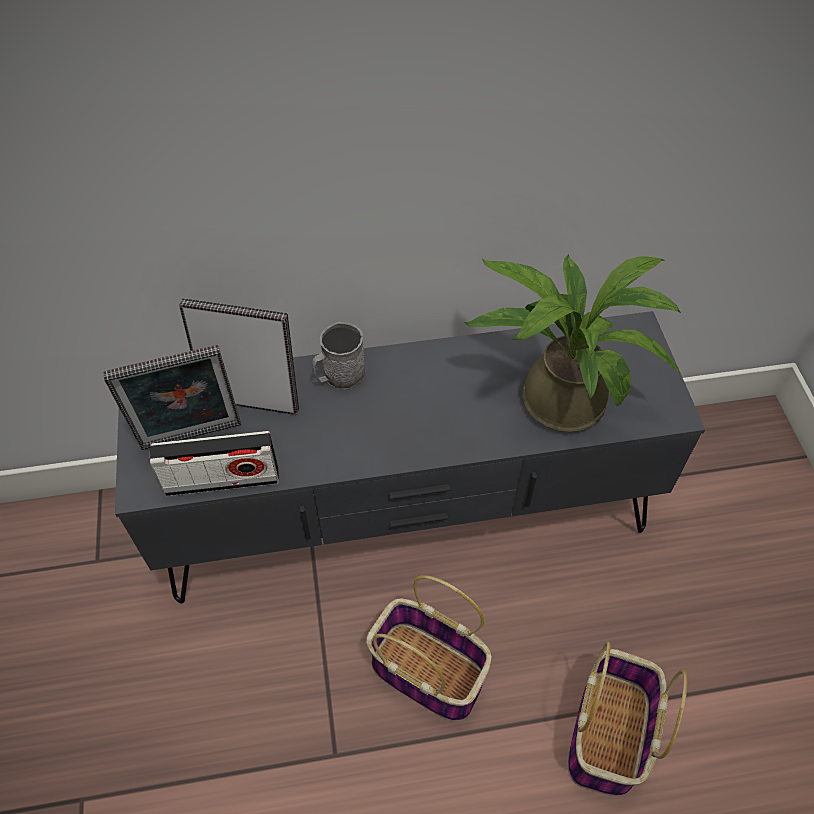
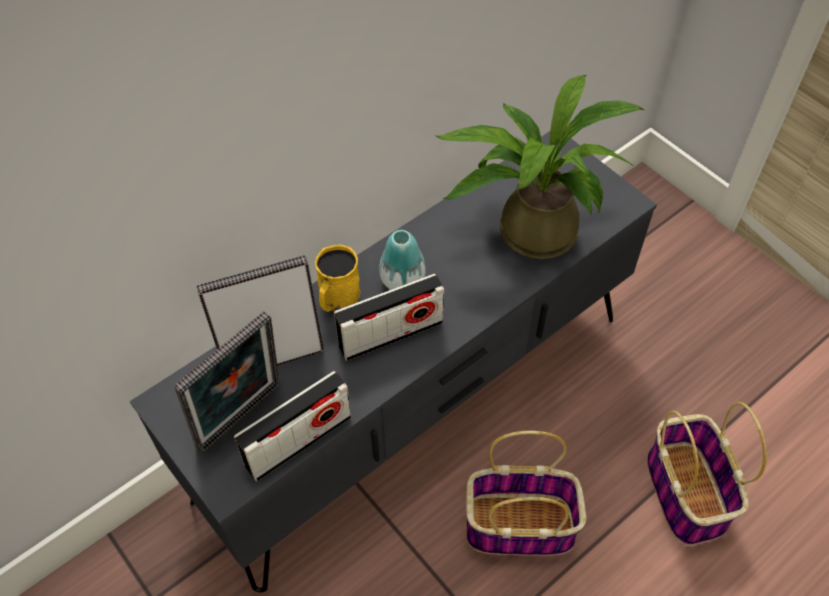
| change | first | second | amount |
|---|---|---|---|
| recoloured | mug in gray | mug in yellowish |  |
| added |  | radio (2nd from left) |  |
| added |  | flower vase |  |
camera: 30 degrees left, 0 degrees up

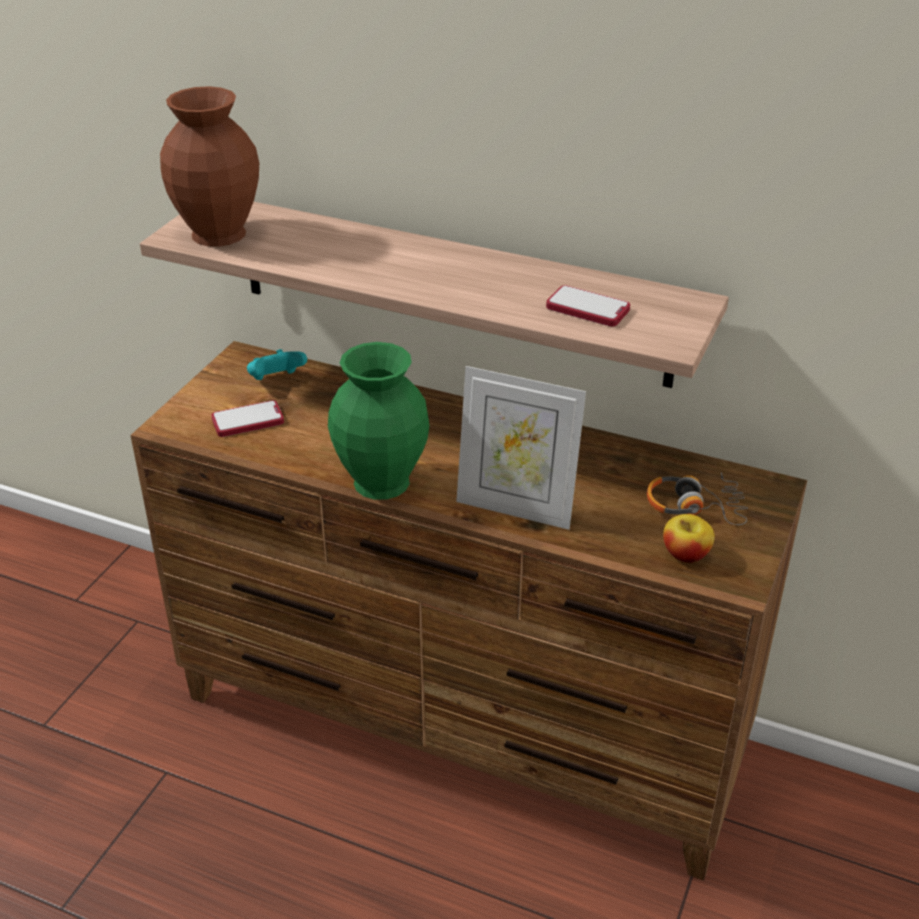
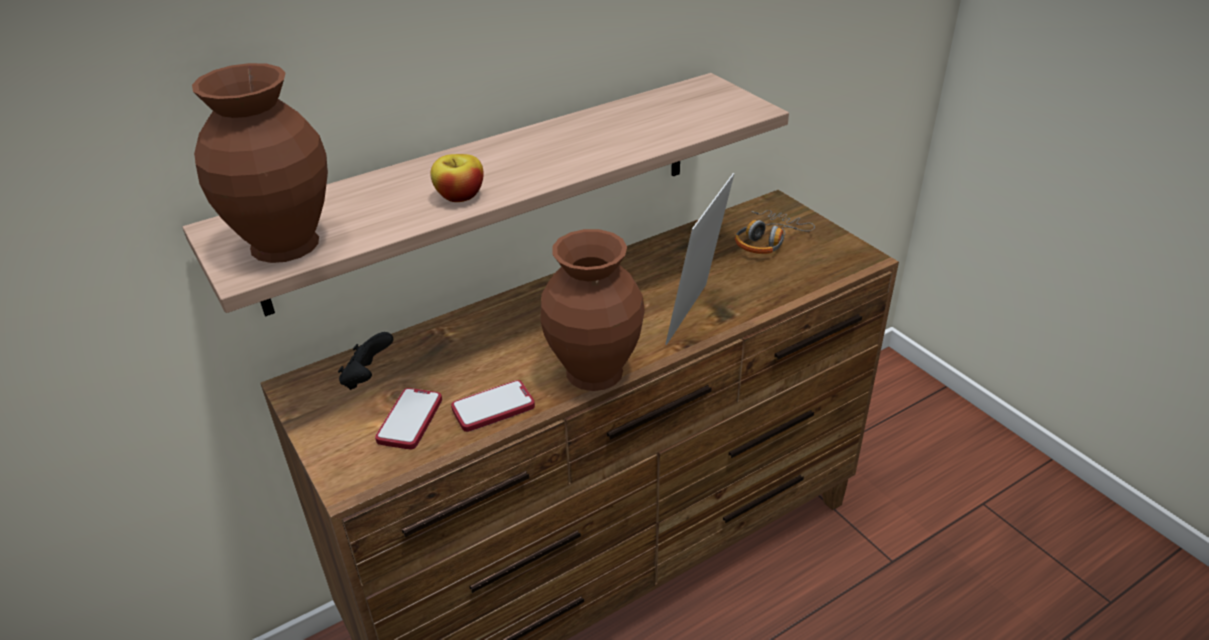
| change | first | second | amount |
|---|---|---|---|
| recoloured | gamepad in turquoise | gamepad in black-coloured |  |
| moved | apple fruit |  |  |
| moved | phone (2nd from left) |  |  |
| recoloured | flower vase in greenish | flower vase in brownish (2nd from left) |  |
| turned | photo frame |  | 150 degrees clockwise |
camera: 55 degrees left, 0 degrees up

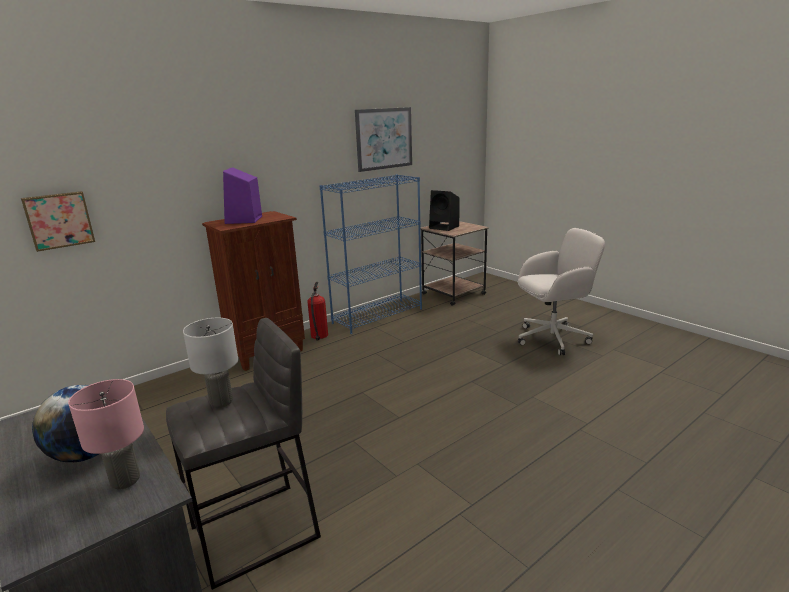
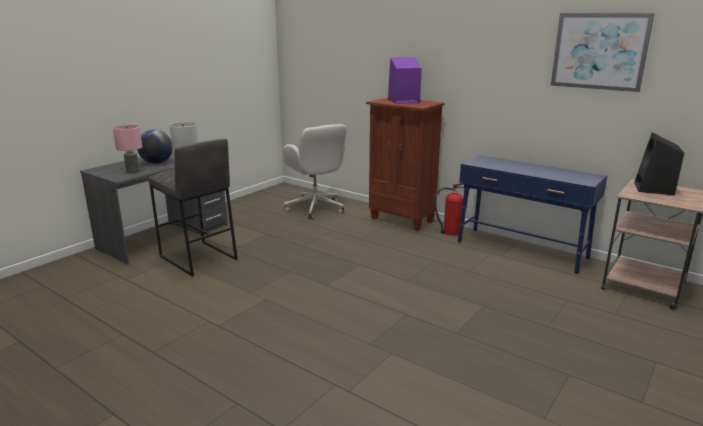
| change | first | second | amount |
|---|---|---|---|
| moved | computer chair in whitish |  |  |
| replaced | shelving unit in blue-coloured | hall table in blue-coloured |  |
| removed | picture (1st from left) |  |  |
camera: 75 degrees right, 0 degrees up

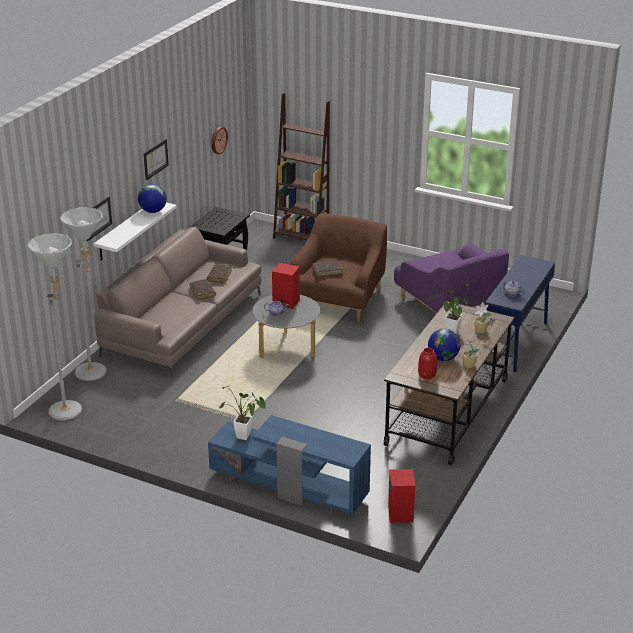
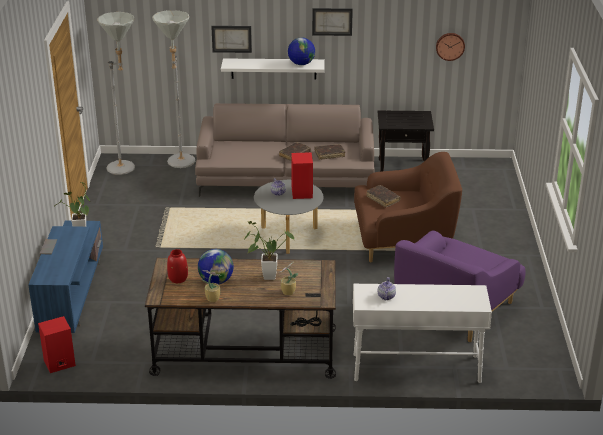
| change | first | second | amount |
|---|---|---|---|
| recoloured | hall table in blue-coloured | hall table in whitish |  |
| removed | shelving unit in brownish |  |  |
camera: 65 degrees right, 0 degrees up

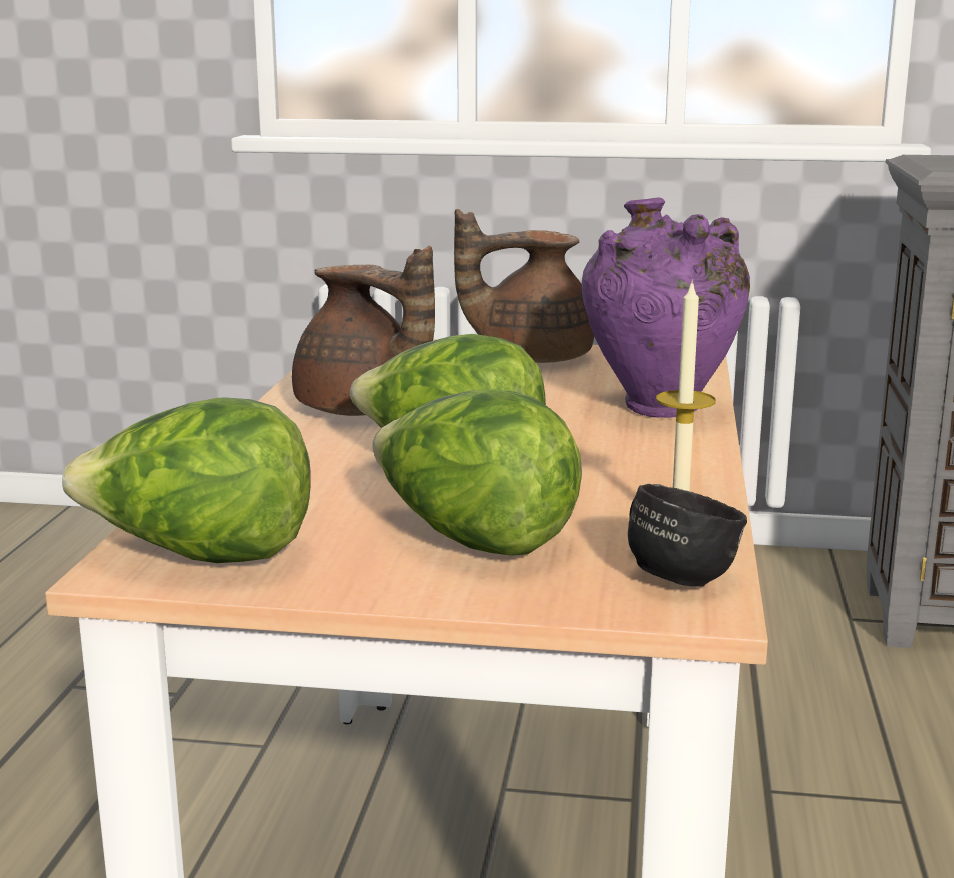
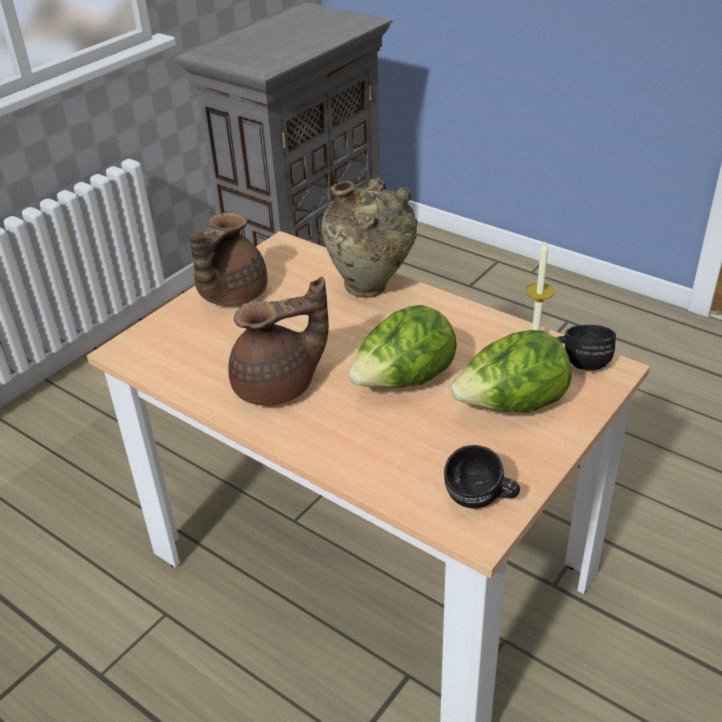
| change | first | second | amount |
|---|---|---|---|
| recoloured | flower vase in purple | flower vase in beige-coloured |  |
| replaced | head of lettuce (1st from left) | mug in black-coloured (1st from left) |  |
camera: 60 degrees left, 20 degrees up

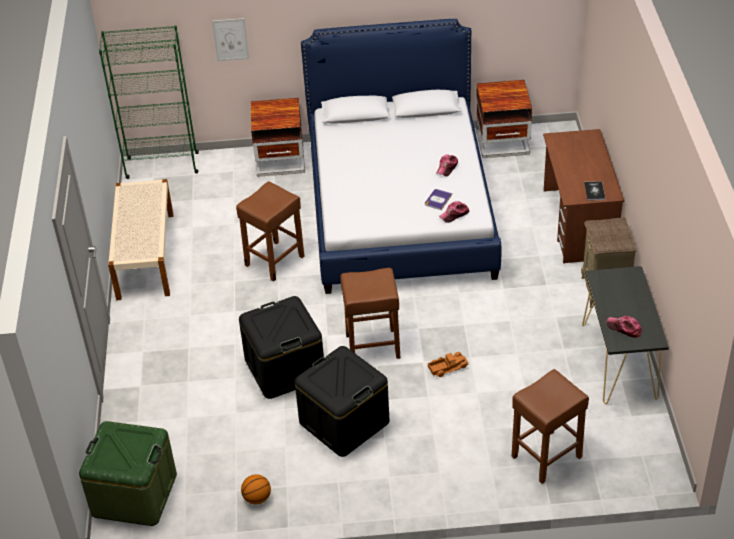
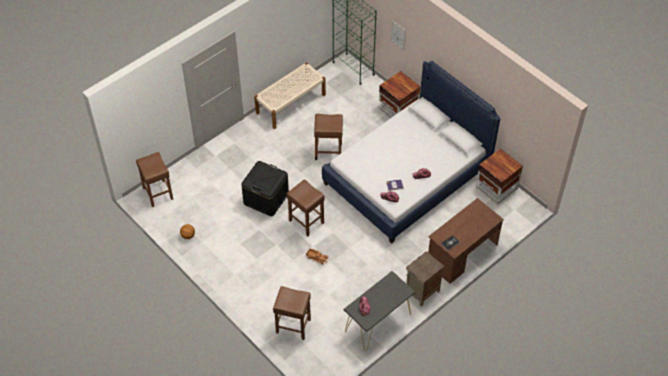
| change | first | second | amount |
|---|---|---|---|
| replaced | storage bin in greenish | sitting stool in brownish (1st from left) |  |
| removed | storage bin in black-coloured (2nd from left) |  |  |
camera: 50 degrees right, 10 degrees up

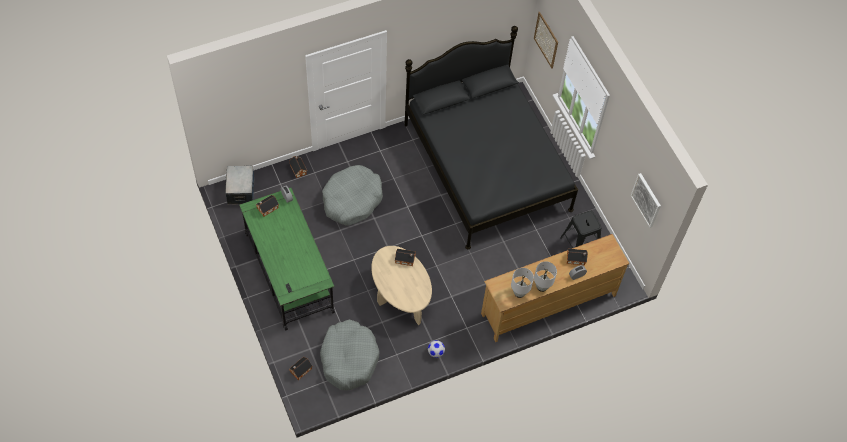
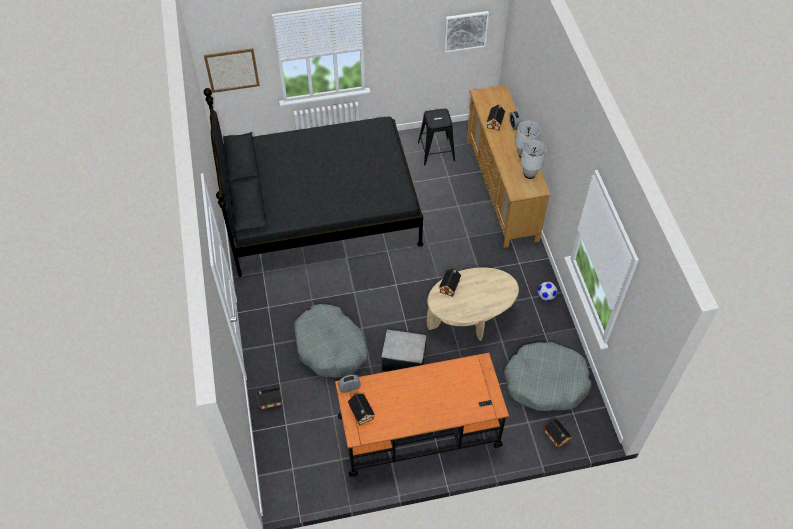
| change | first | second | amount |
|---|---|---|---|
| recoloured | desk table in greenish | desk table in orange-coloured |  |
| moved | storage bin |  |  |
camera: 75 degrees left, 5 degrees down

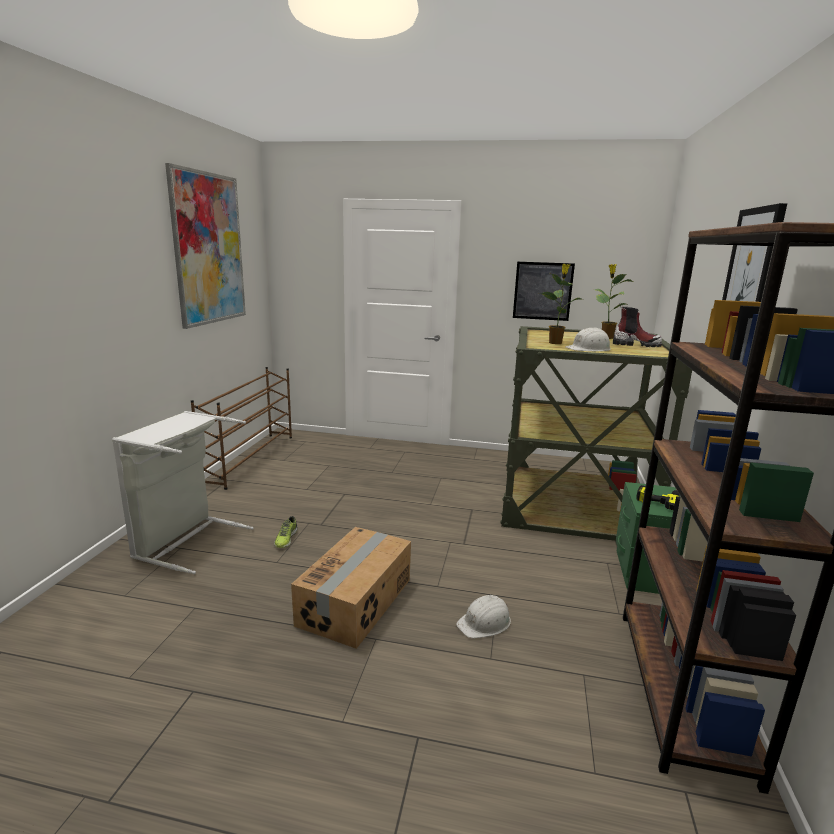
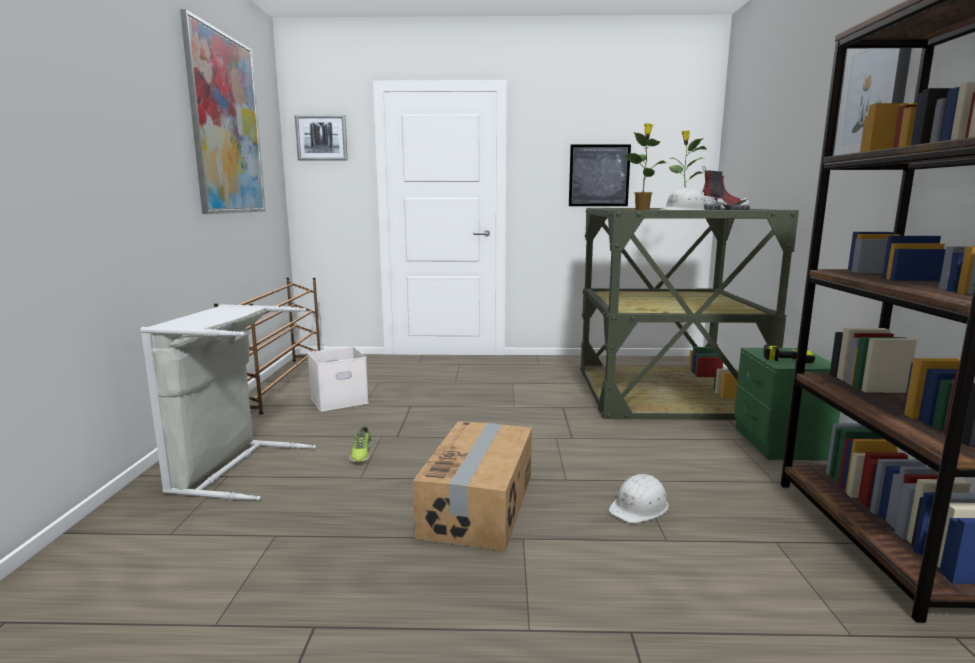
| change | first | second | amount |
|---|---|---|---|
| added |  | picture (2nd from left) |  |
| added |  | storage bin in whitish |  |
camera: 10 degrees left, 5 degrees down

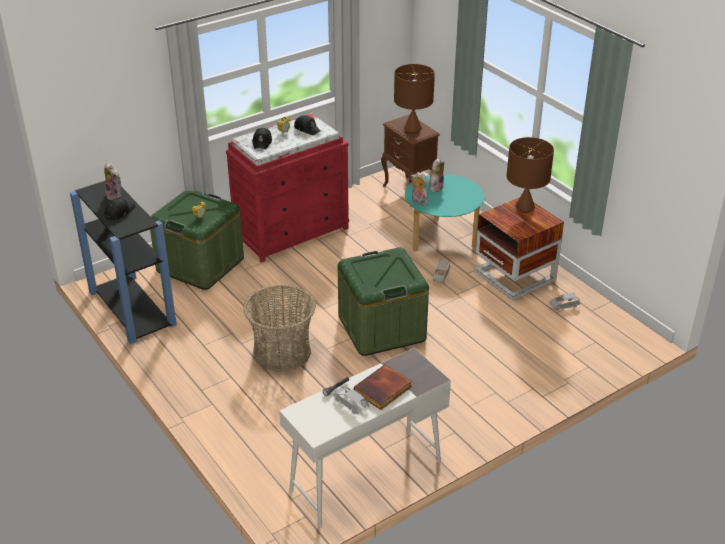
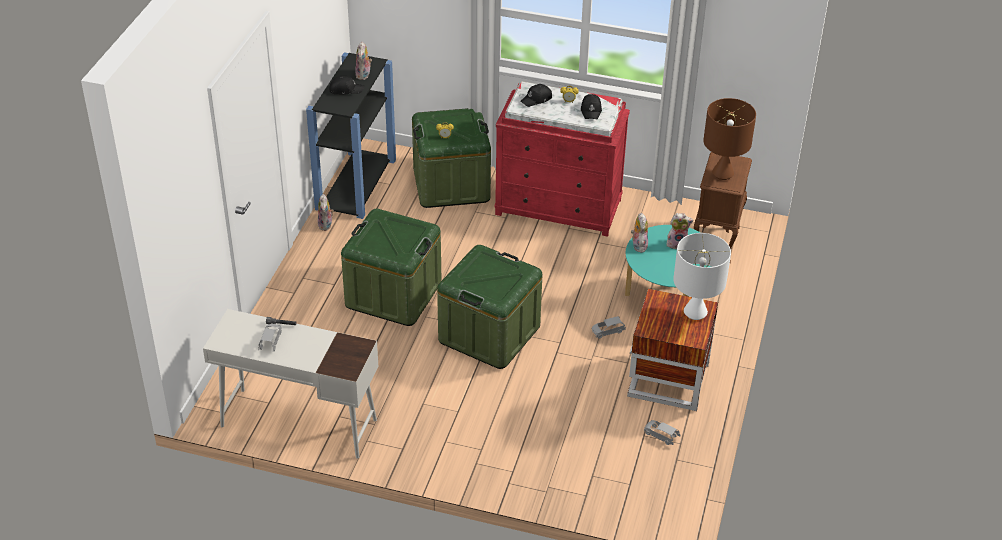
| change | first | second | amount |
|---|---|---|---|
| added |  | soft toy (1st from left) |  |
| replaced | household basket | storage bin in greenish (1st from left) |  |
| recoloured | table lamp in brownish (2nd from left) | table lamp in whitish |  |
| removed | book |  |  |
camera: 50 degrees right, 5 degrees up

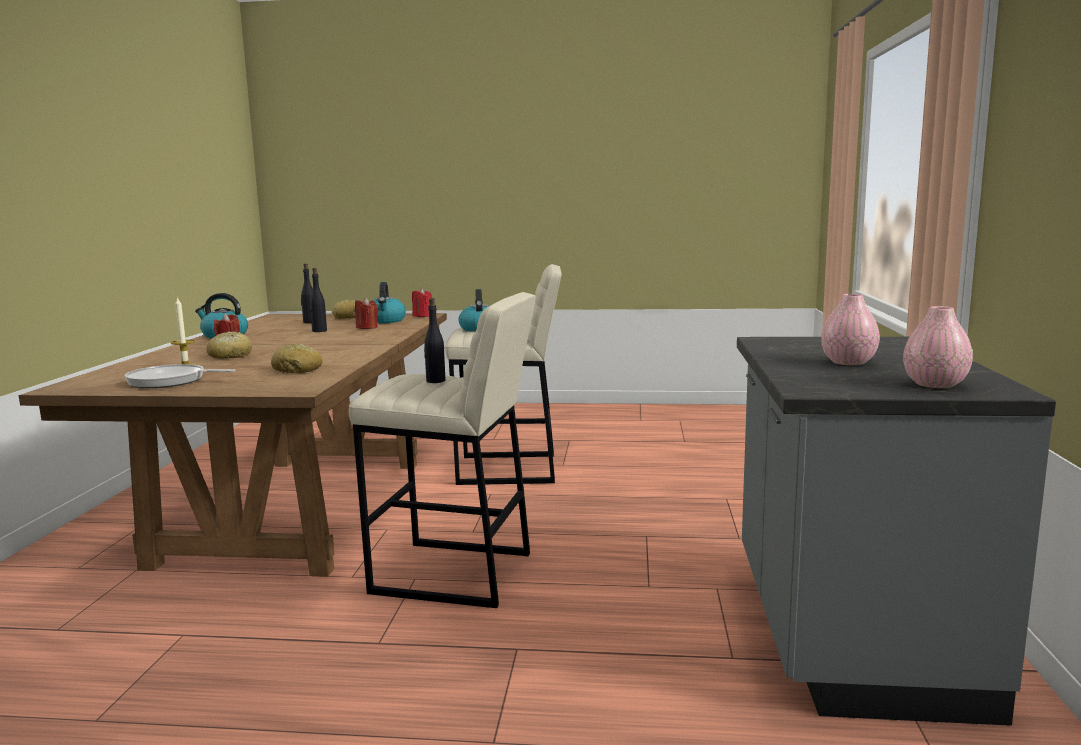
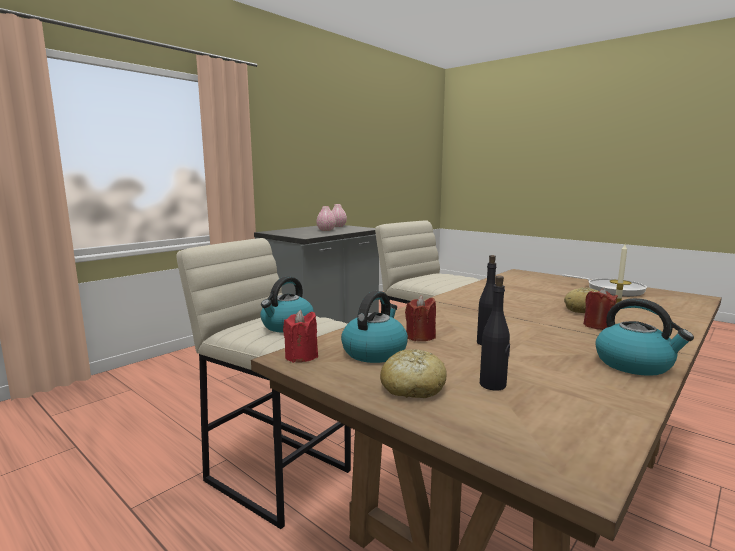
| change | first | second | amount |
|---|---|---|---|
| removed | baked bread (2nd from left) |  |  |
| removed | drink bottle in black-coloured (3rd from left) |  |  |
camera: 145 degrees left, 0 degrees up

